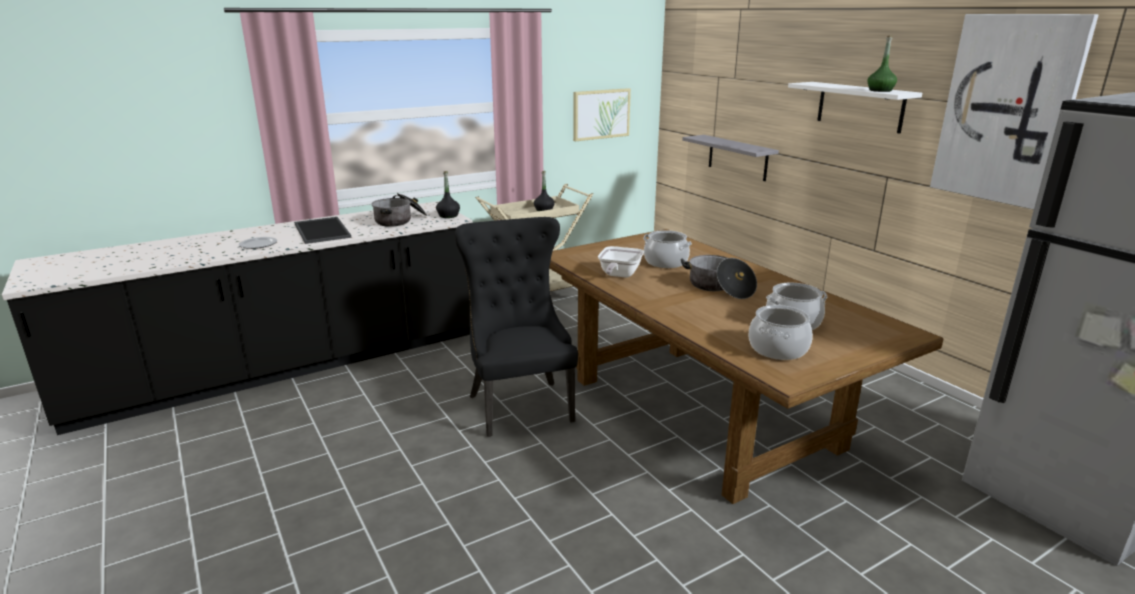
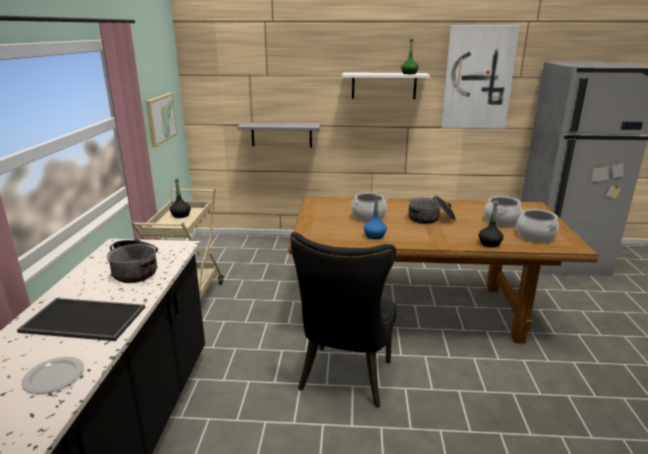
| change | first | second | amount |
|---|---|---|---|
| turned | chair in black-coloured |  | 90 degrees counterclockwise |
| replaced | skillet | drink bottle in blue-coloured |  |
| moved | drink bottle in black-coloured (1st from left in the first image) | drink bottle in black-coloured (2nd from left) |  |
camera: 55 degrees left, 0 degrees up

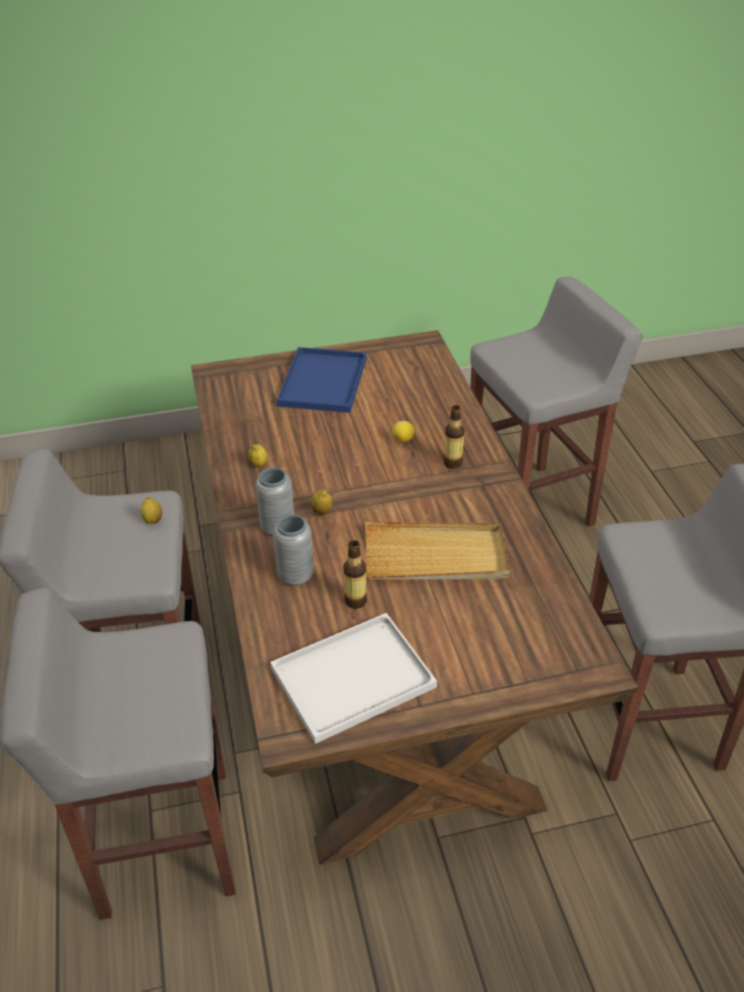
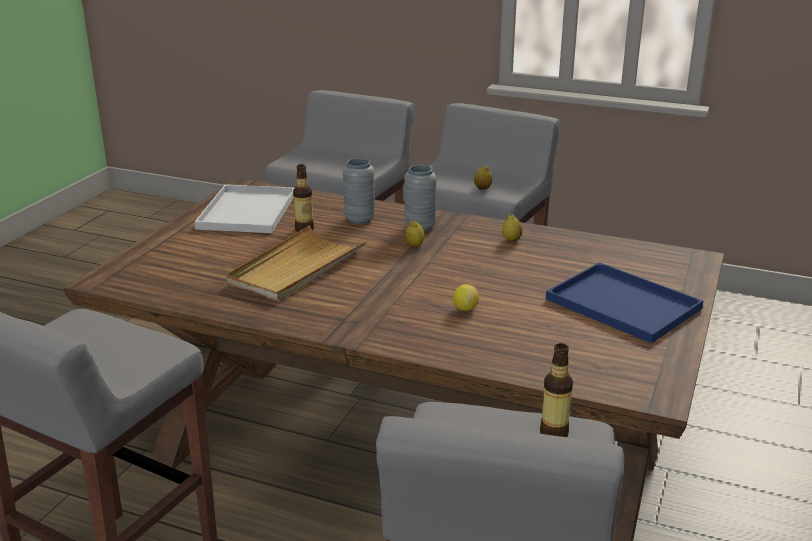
| change | first | second | amount |
|---|---|---|---|
| moved | drink bottle (2nd from left) |  |  |
camera: 125 degrees right, 15 degrees down

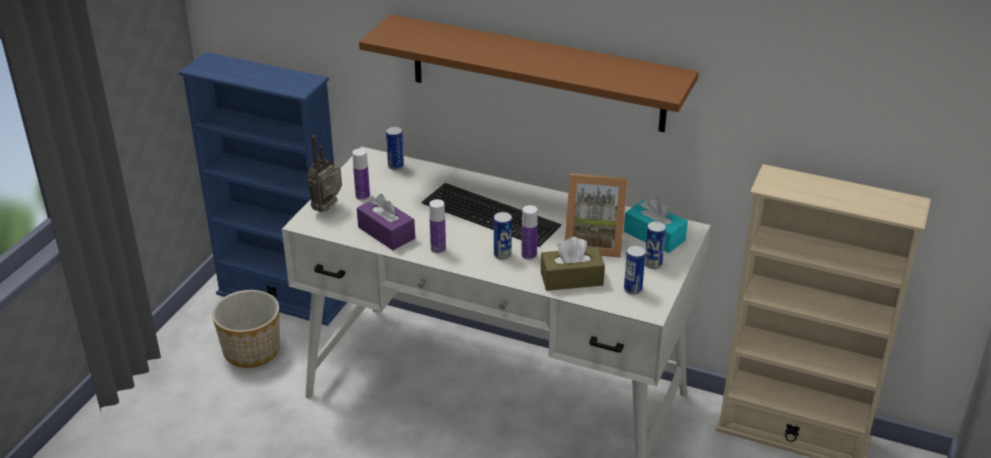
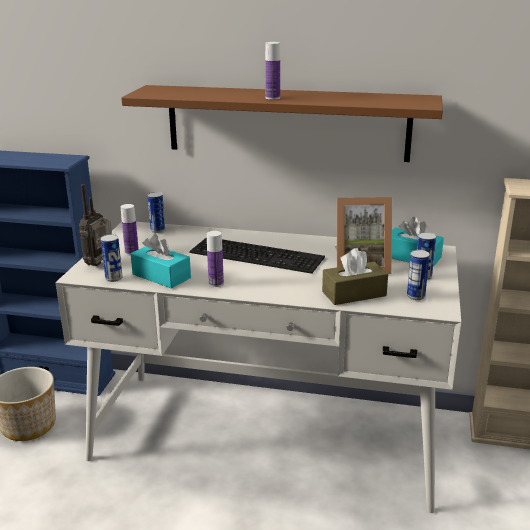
| change | first | second | amount |
|---|---|---|---|
| moved | metal can (2nd from left in the first image) | metal can (1st from left) |  |
| recoloured | tissue box in purple | tissue box in turquoise (1st from left) |  |
| moved | drink bottle (3rd from left) |  |  |
camera: 10 degrees left, 10 degrees down

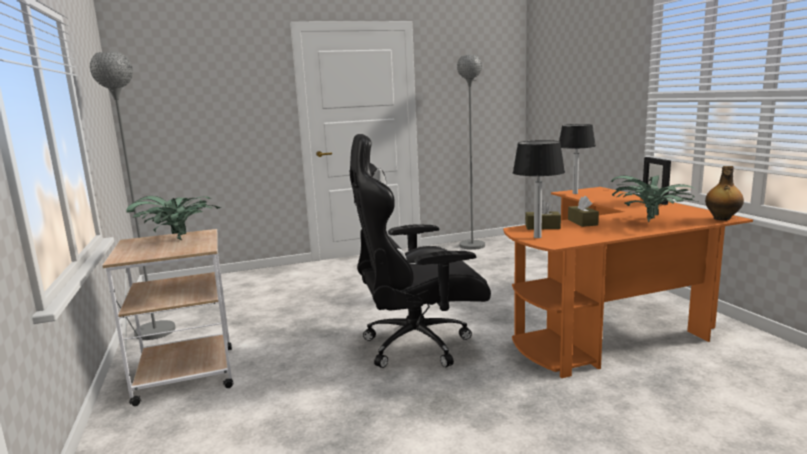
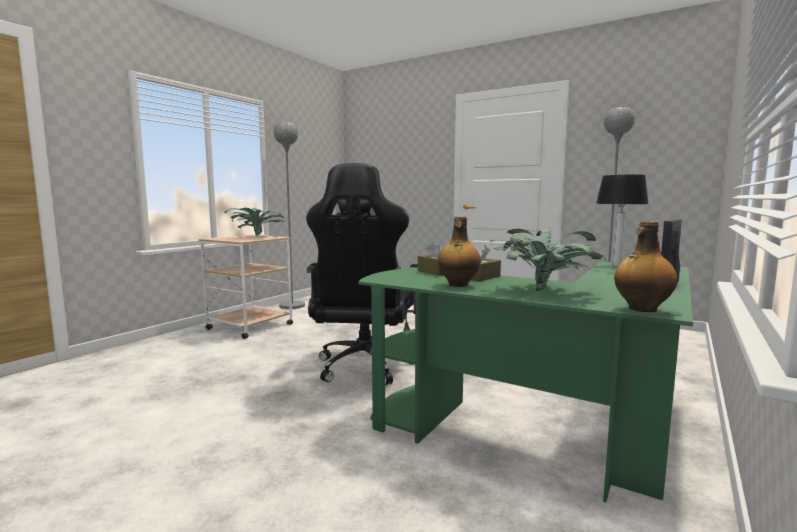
| change | first | second | amount |
|---|---|---|---|
| turned | computer chair in black-coloured |  | 120 degrees counterclockwise |
| recoloured | desk table in orange-coloured | desk table in greenish |  |
| added |  | drink bottle (1st from left) |  |
| removed | table lamp (1st from left) |  |  |
camera: 50 degrees right, 5 degrees down

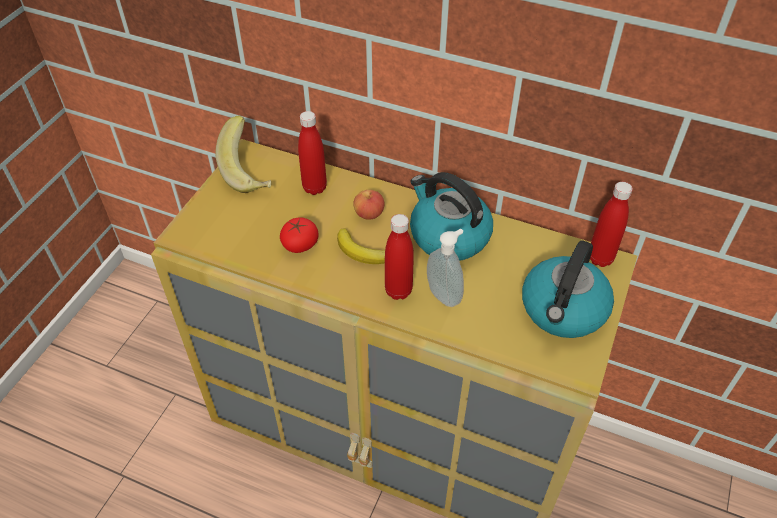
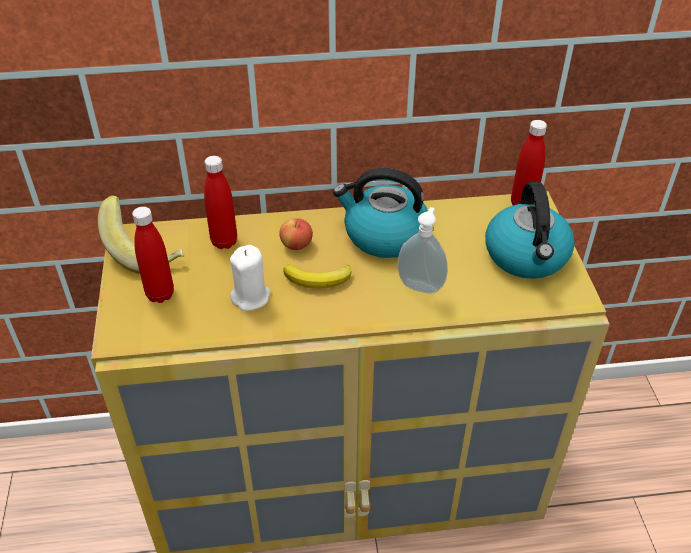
| change | first | second | amount |
|---|---|---|---|
| moved | drink bottle in red-coloured (2nd from left in the first image) | drink bottle in red-coloured (1st from left) |  |
| replaced | fresh tomato | candle in whitish |  |
camera: 30 degrees left, 5 degrees down

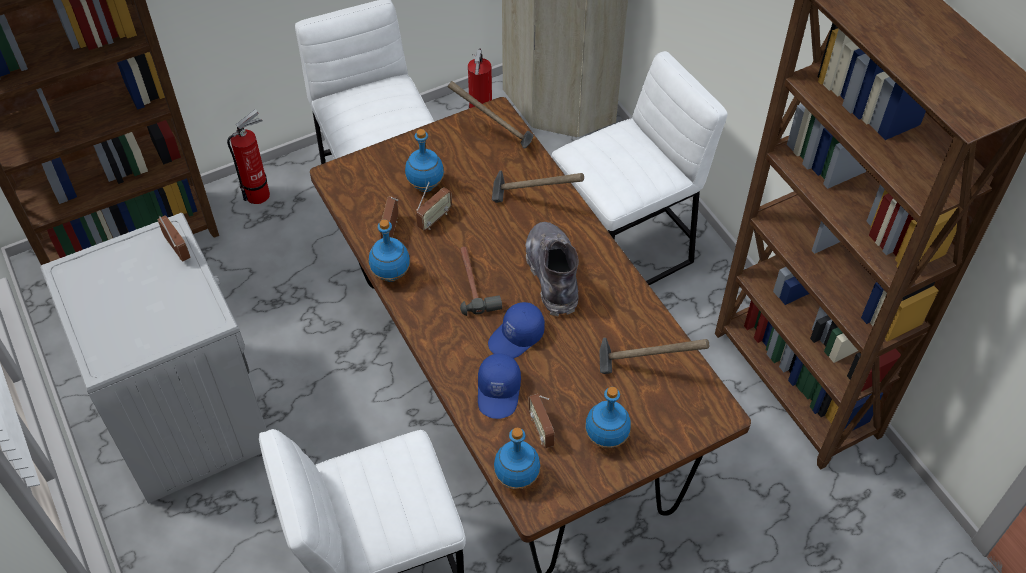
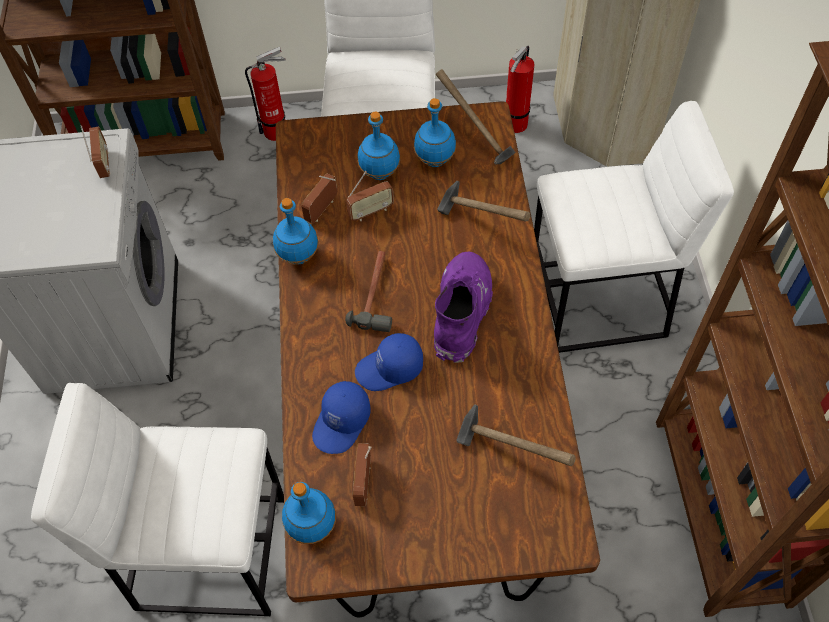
| change | first | second | amount |
|---|---|---|---|
| moved | drink bottle in blue-coloured (4th from left) |  |  |
| recoloured | boot in gray | boot in purple |  |
camera: 25 degrees right, 5 degrees up

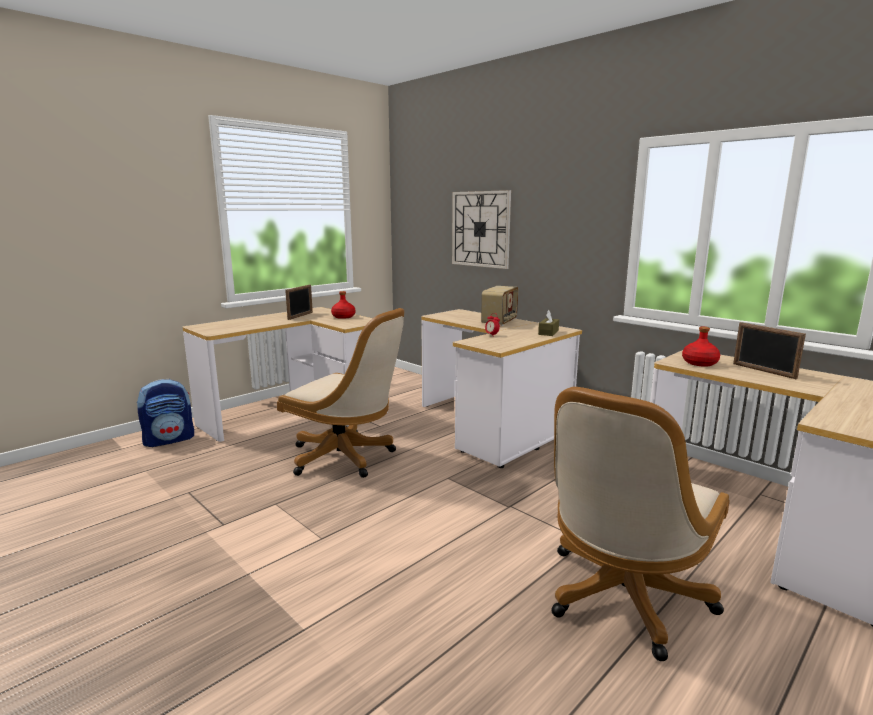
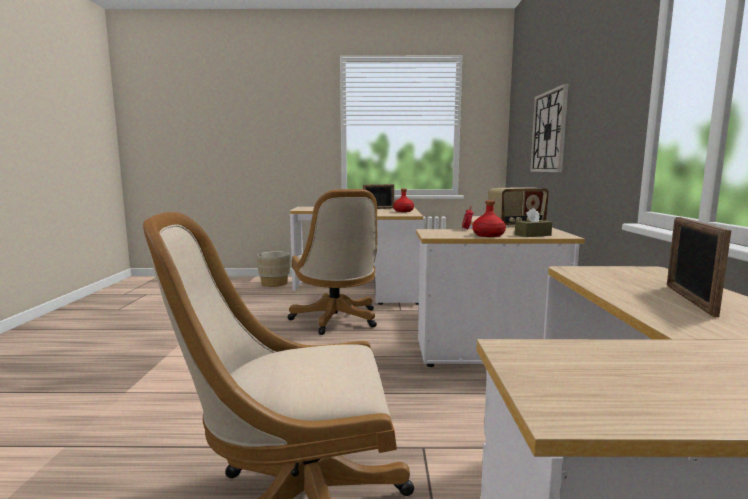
| change | first | second | amount |
|---|---|---|---|
| replaced | knapsack | planter in beige-coloured |  |
| moved | drink bottle in red-coloured (2nd from left) |  |  |
camera: 45 degrees right, 5 degrees down

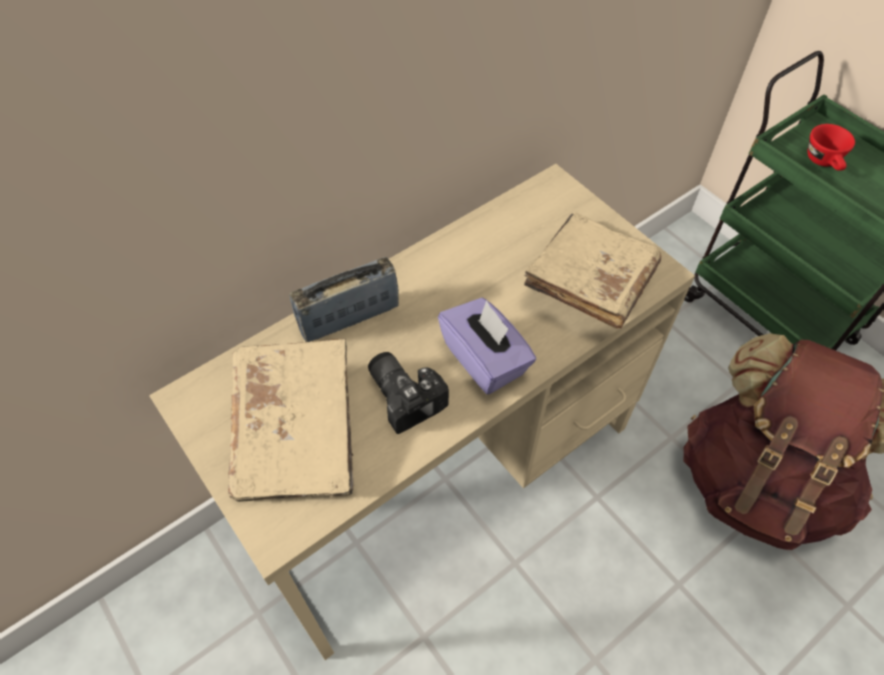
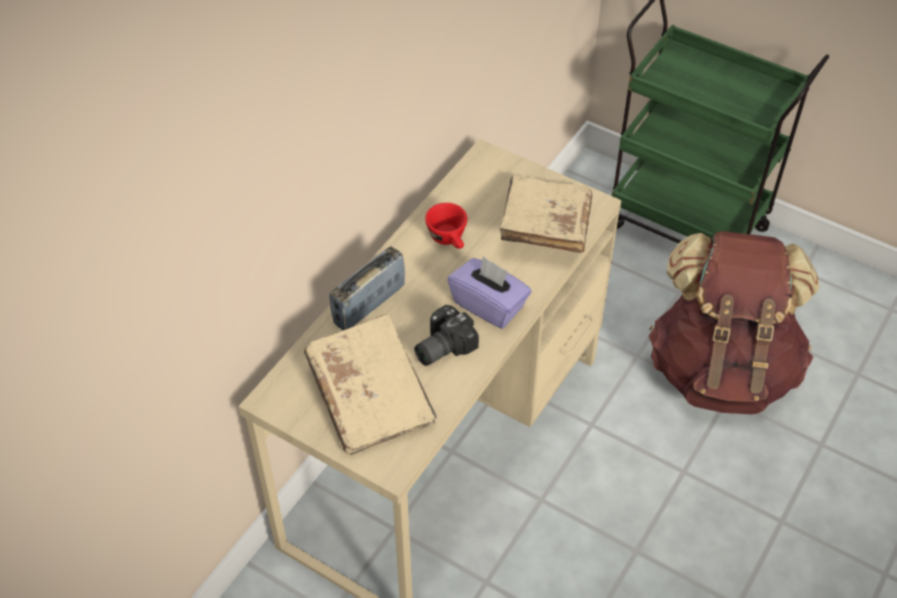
| change | first | second | amount |
|---|---|---|---|
| turned | photo camera |  | 75 degrees counterclockwise |
| moved | drinking cup in red-coloured |  |  |
camera: 20 degrees left, 5 degrees down

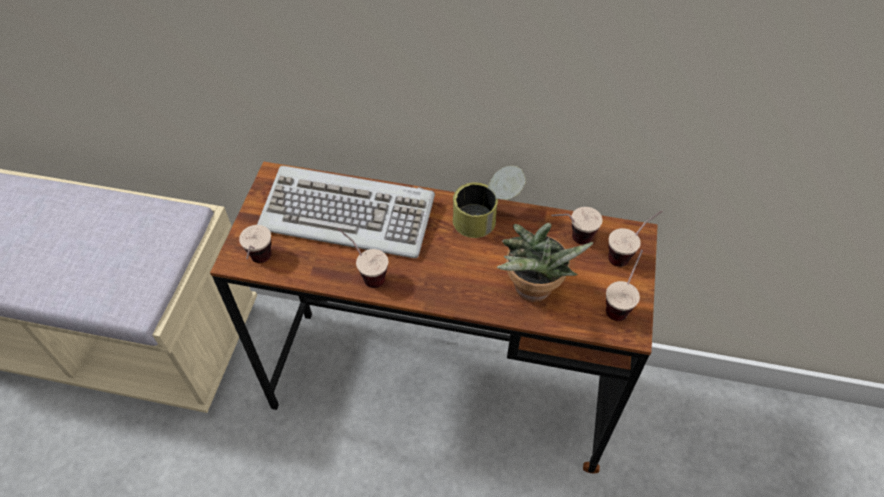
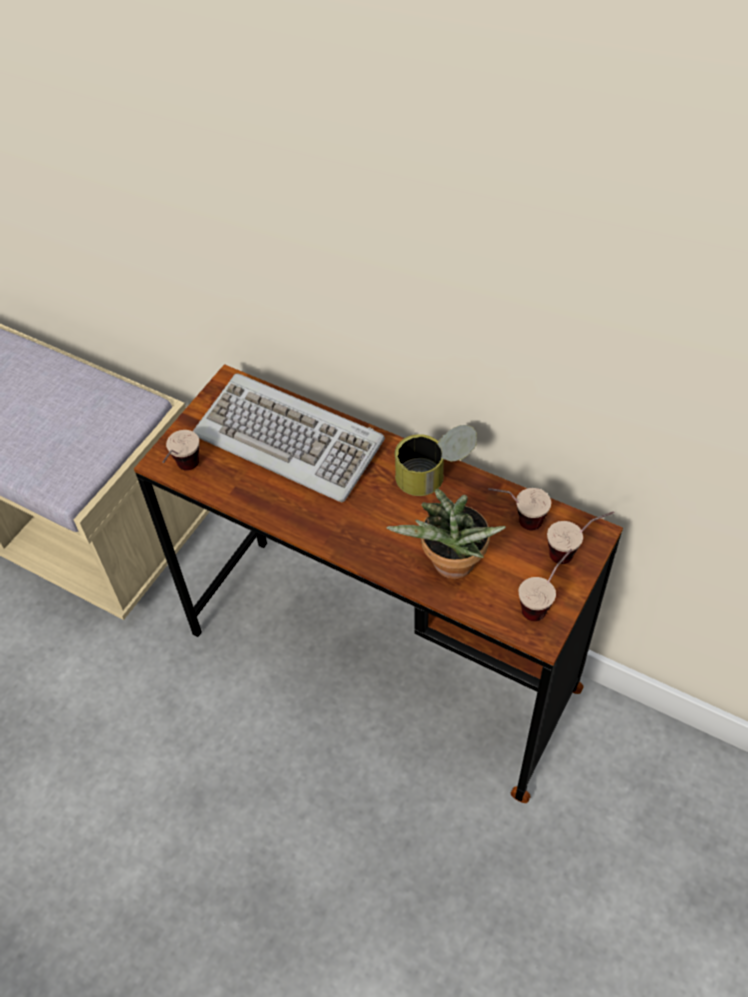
| change | first | second | amount |
|---|---|---|---|
| removed | drinking cup (2nd from left) |  |  |
camera: 20 degrees right, 0 degrees up

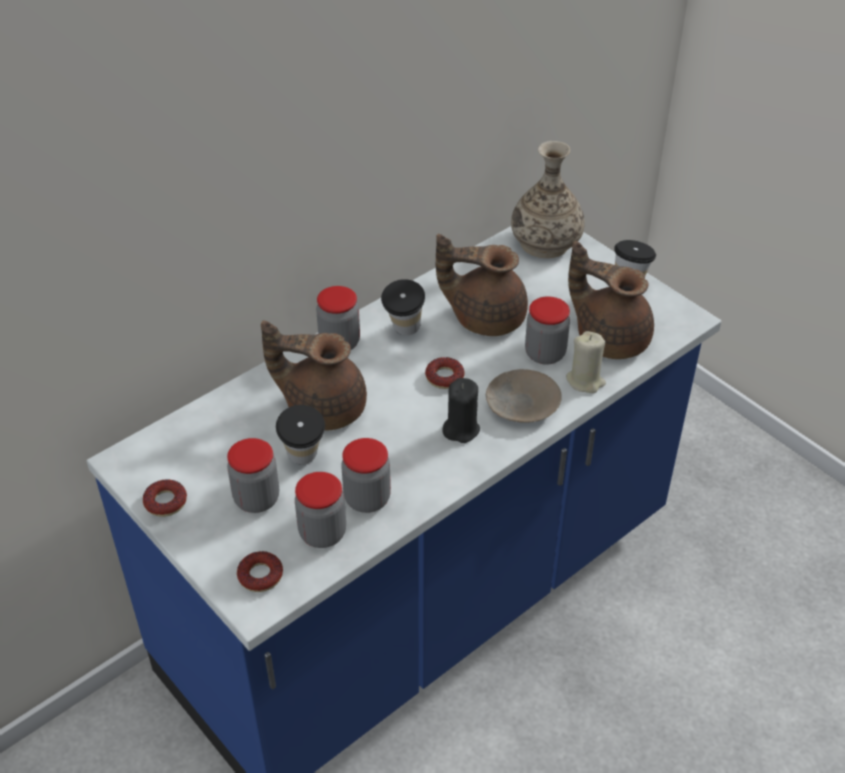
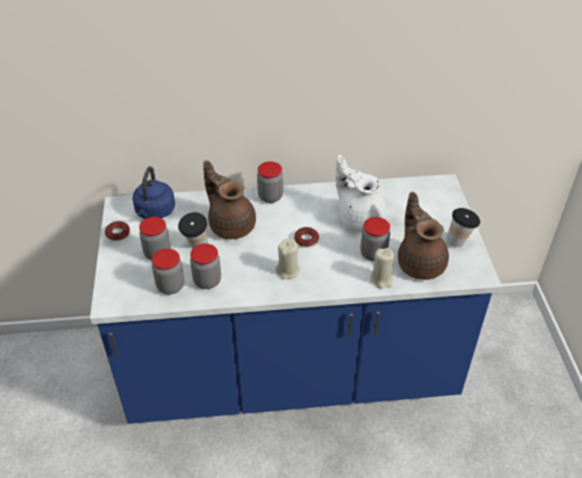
| change | first | second | amount |
|---|---|---|---|
| added |  | water kettle in blue-coloured |  |
| recoloured | candle in black-coloured | candle in beige-coloured (1st from left) |  |
| recoloured | teapot in brownish (2nd from left) | teapot in whitish |  |
| removed | doughnut (2nd from left) |  |  |
| removed | drinking cup (2nd from left) |  |  |
| removed | flat dish in beige-coloured |  |  |
| removed | flower vase |  |  |
camera: 35 degrees right, 0 degrees up

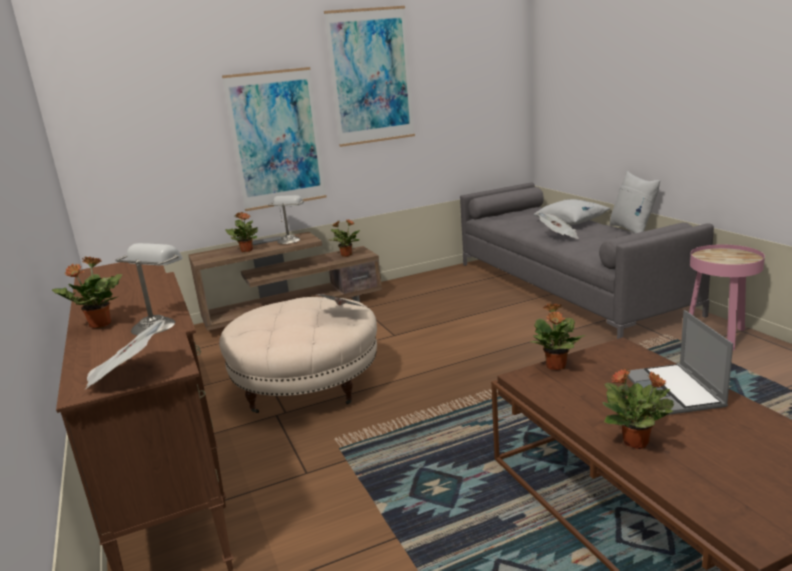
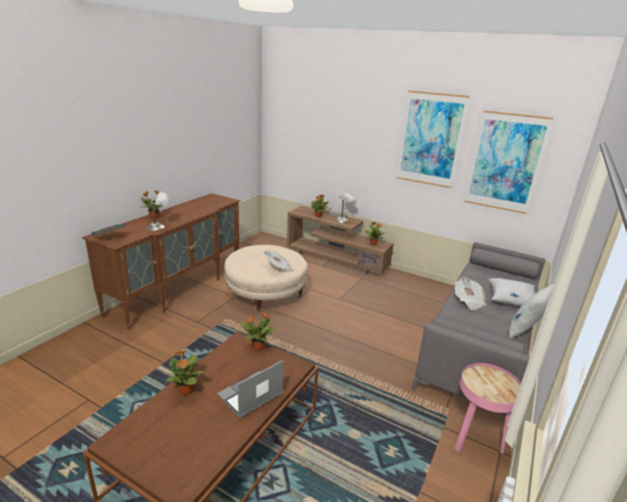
| change | first | second | amount |
|---|---|---|---|
| moved | picture (1st from left in the first image) | picture (2nd from left) |  |
camera: 50 degrees right, 5 degrees up

